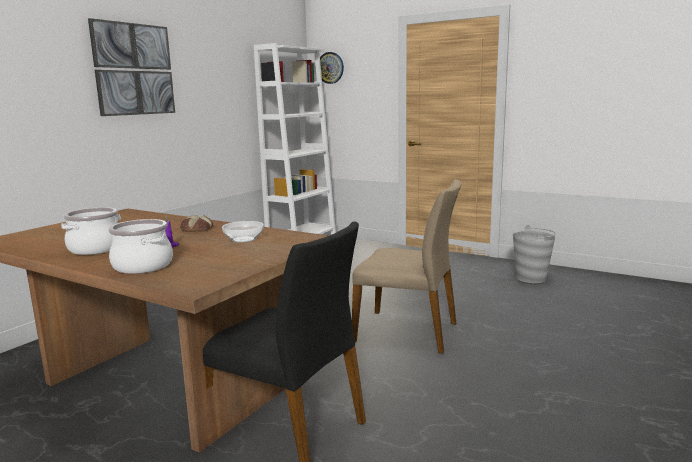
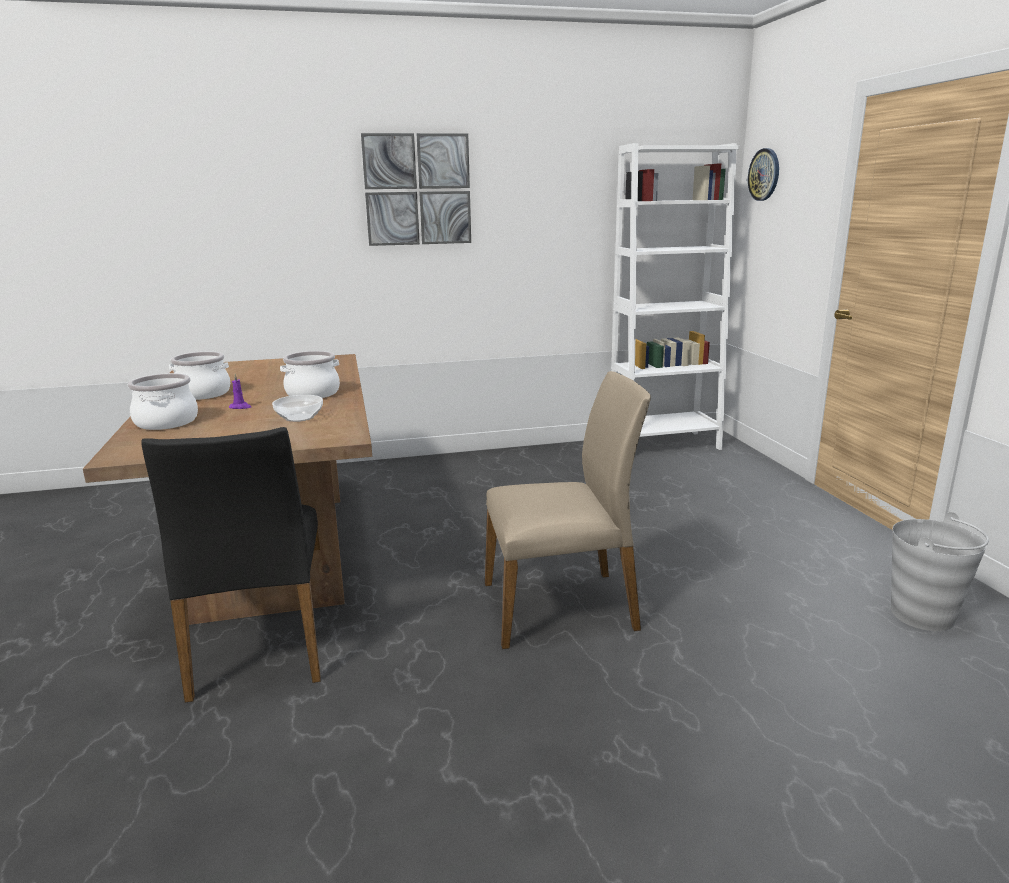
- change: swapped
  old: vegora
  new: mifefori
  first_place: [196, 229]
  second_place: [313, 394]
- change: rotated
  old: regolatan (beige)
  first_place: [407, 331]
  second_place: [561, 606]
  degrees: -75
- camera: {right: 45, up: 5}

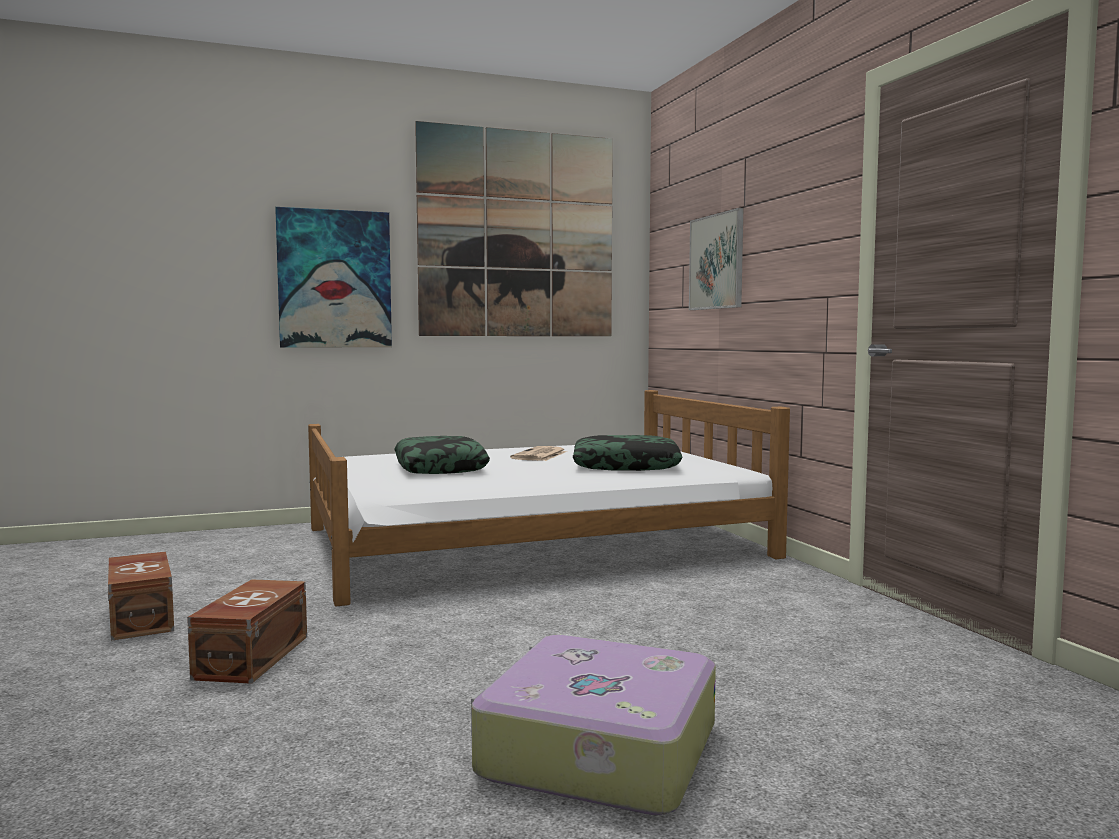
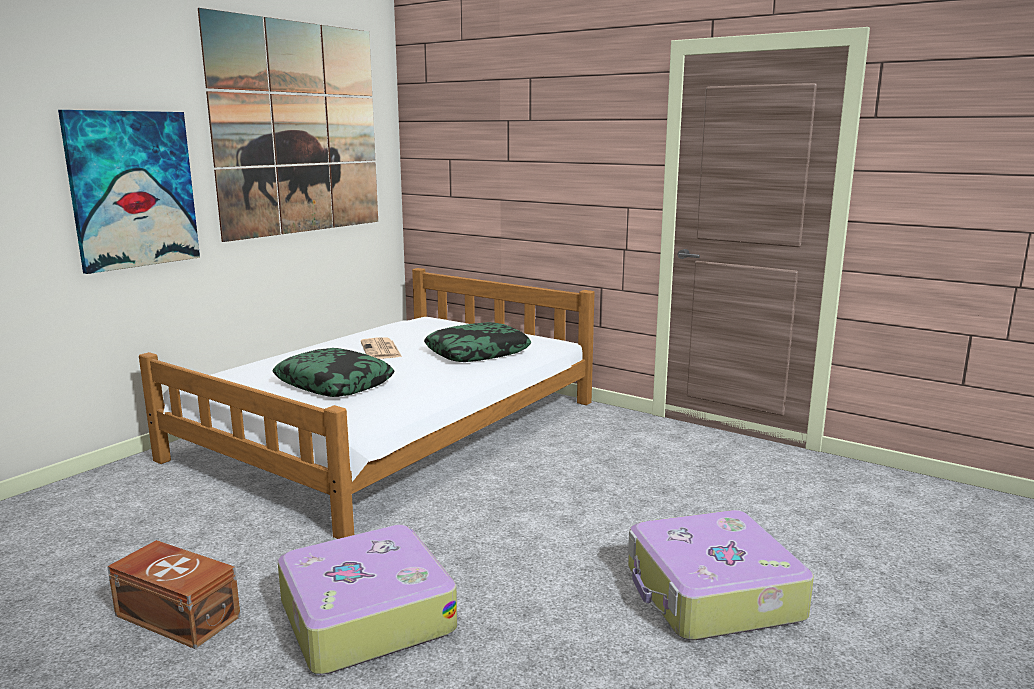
- change: swapped
  old: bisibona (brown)
  new: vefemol
  first_place: [249, 657]
  second_place: [365, 615]
- change: gone
  old: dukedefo
  first_place: [716, 262]
- camera: {right: -35, up: 10}

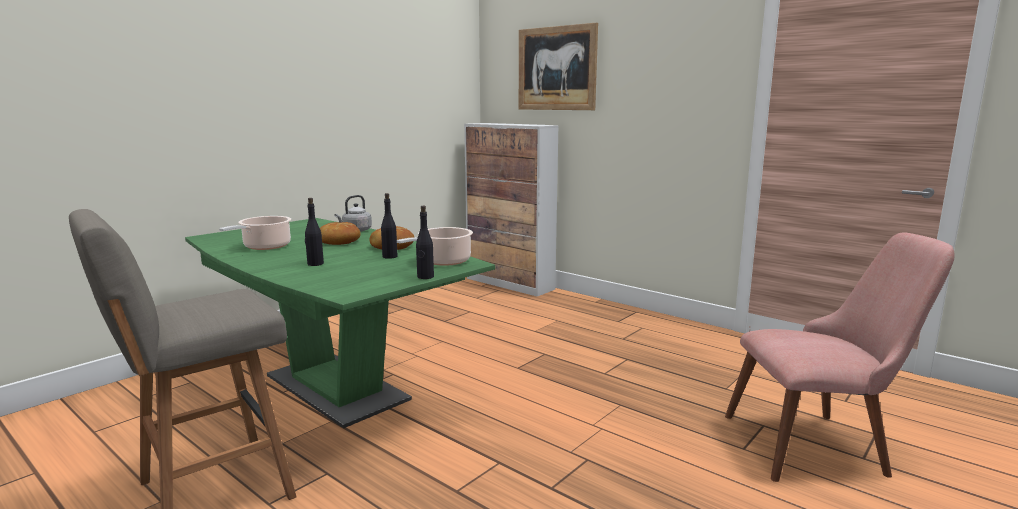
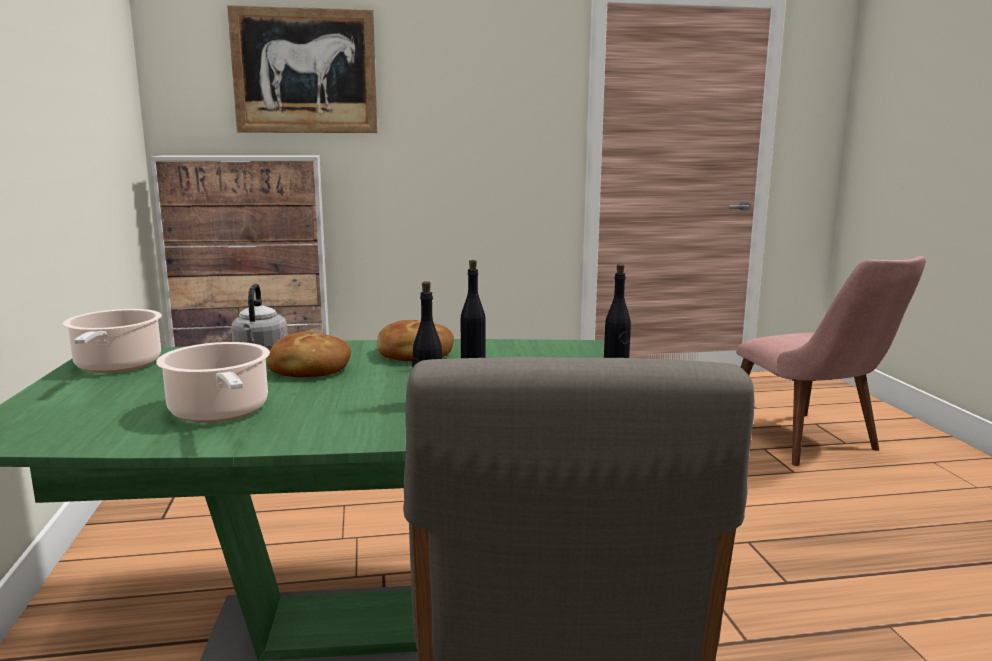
- change: shifted
  old: mifefori
  first_place: [443, 261]
  second_place: [117, 366]
- change: rotated
  old: regolatan (pink)
  first_place: [821, 444]
  second_place: [813, 444]
  degrees: 120
- camera: {right: -50, up: 0}

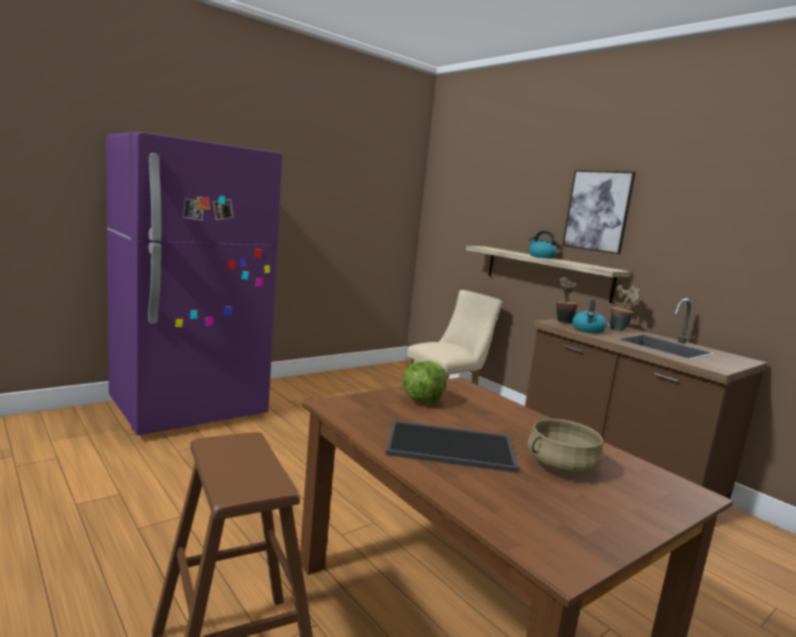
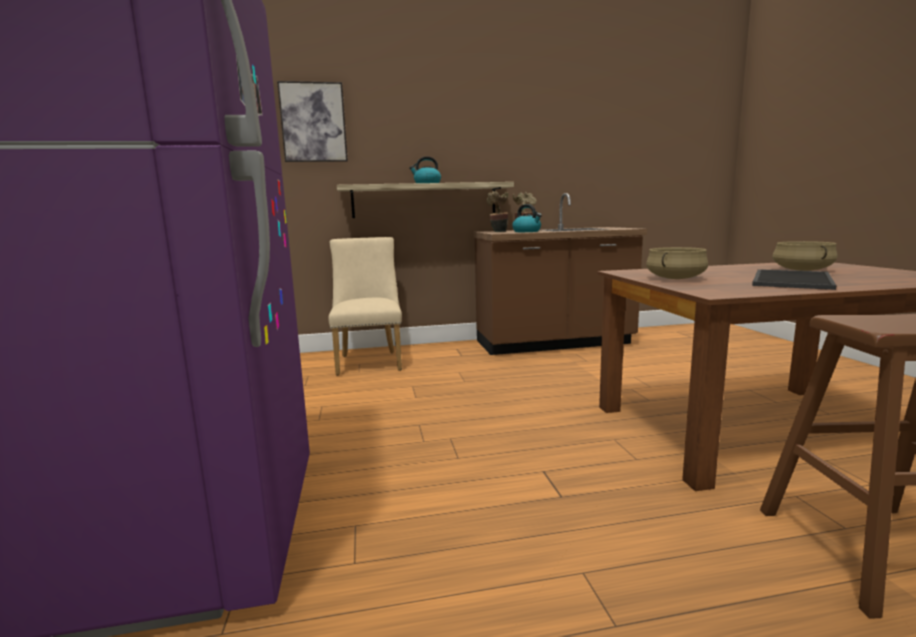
- change: shifted
  old: dukedefo
  first_place: [598, 211]
  second_place: [313, 122]
- change: swapped
  old: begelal
  new: mifefori (beige)
  first_place: [422, 400]
  second_place: [675, 278]
- camera: {right: -60, up: 0}

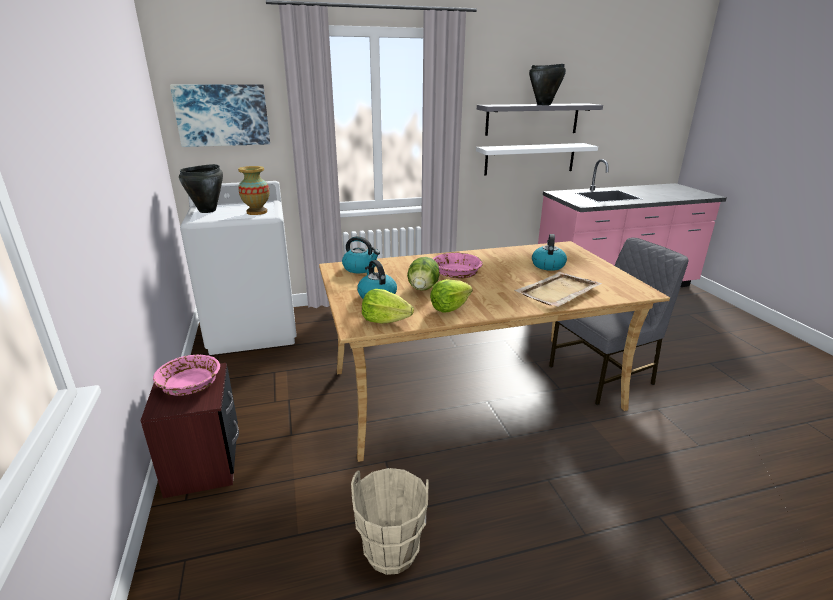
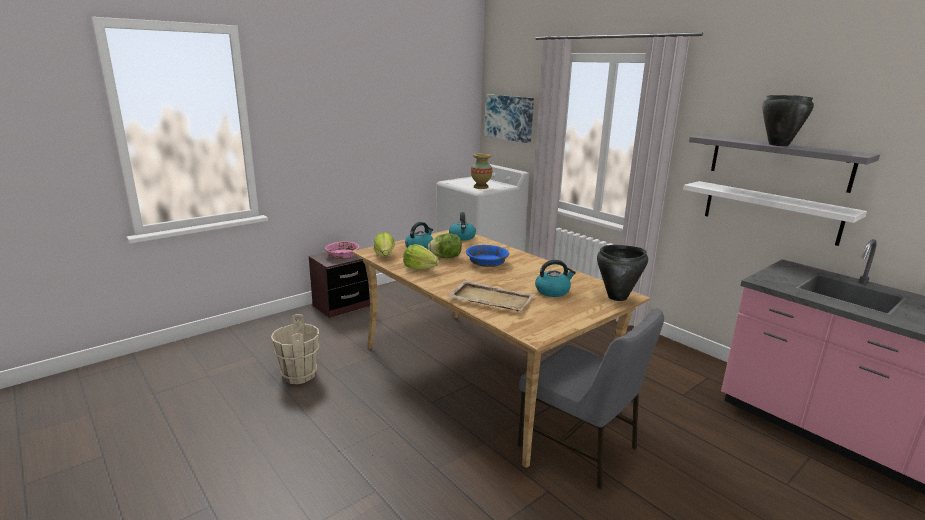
- change: repainted
  old: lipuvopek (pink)
  new: lipuvopek (blue)
  first_place: [456, 274]
  second_place: [487, 263]
- change: shifted
  old: mifefori (black)
  first_place: [208, 211]
  second_place: [617, 297]
- camera: {right: 65, up: -5}

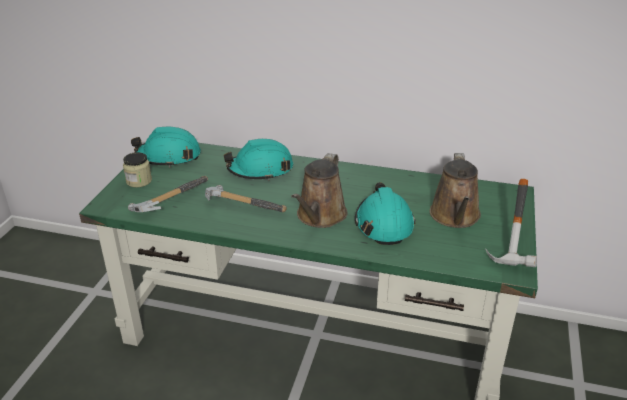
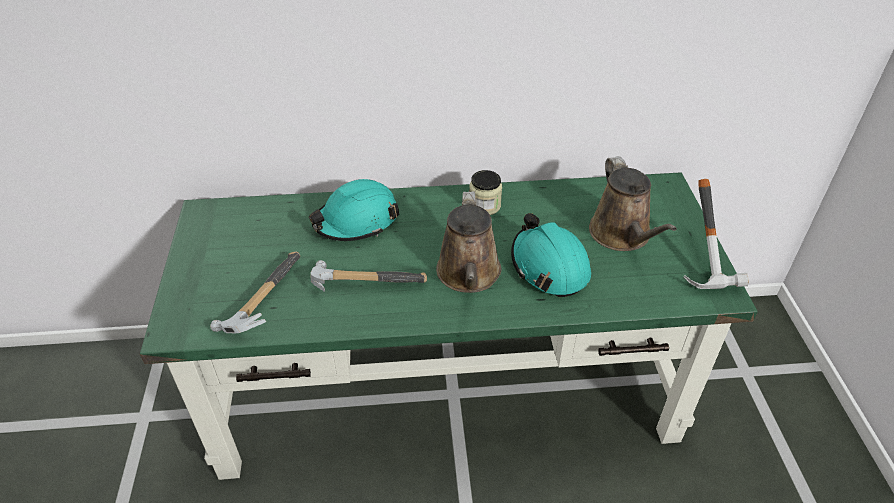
- change: shifted
  old: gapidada
  first_place: [139, 181]
  second_place: [484, 206]
- change: gone
  old: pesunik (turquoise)
  first_place: [169, 157]
- camera: {right: -20, up: 10}

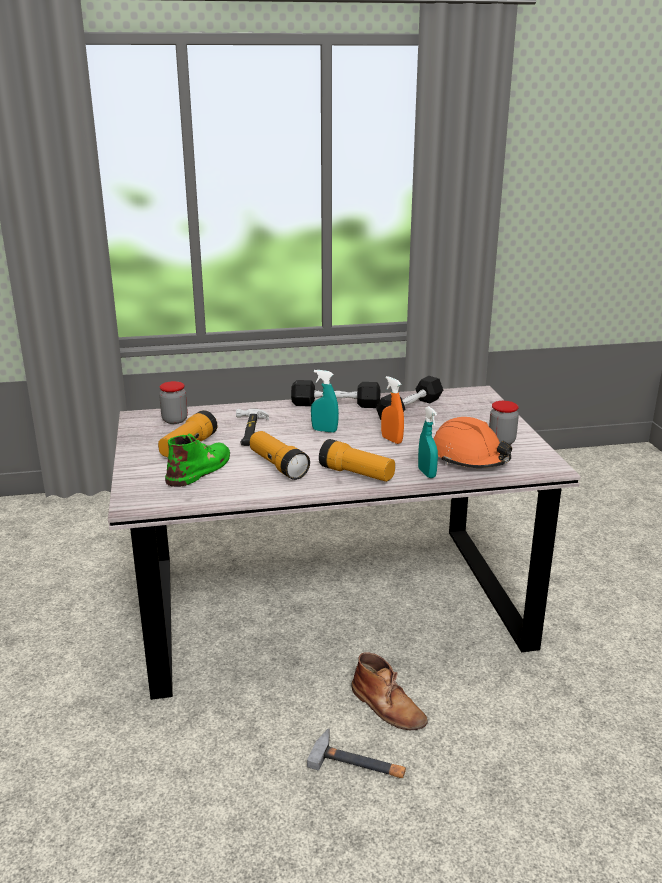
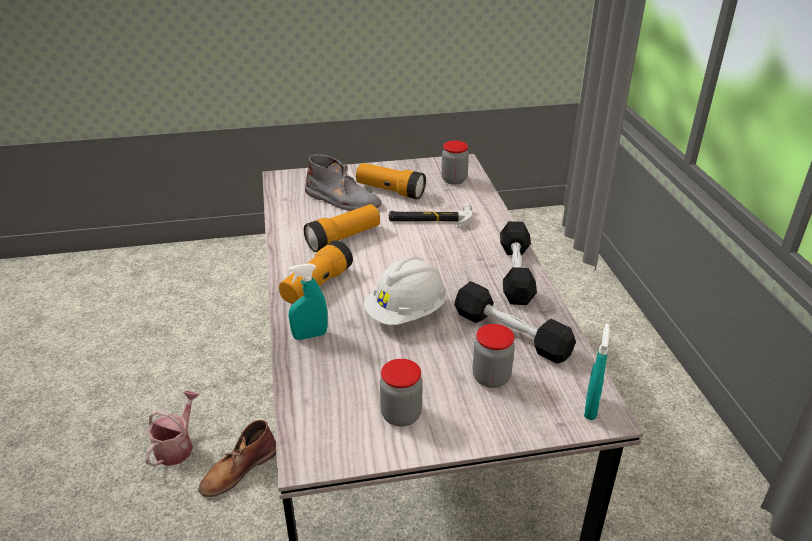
- change: swapped
  old: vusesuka
  new: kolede
  first_place: [359, 762]
  second_place: [177, 446]
- change: repainted
  old: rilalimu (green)
  new: rilalimu (grey)
  first_place: [200, 468]
  second_place: [343, 200]
- change: swapped
  old: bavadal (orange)
  new: pesunik (white)
  first_place: [391, 440]
  second_place: [406, 313]
- change: new
  new: gapidada
  second_place: [491, 377]
- change: shifted
  old: bavadal (turquoise)
  first_place: [324, 430]
  second_place: [591, 408]
- change: gone
  old: pesunik (orange)
  first_place: [469, 458]
- camera: {right: 90, up: 10}

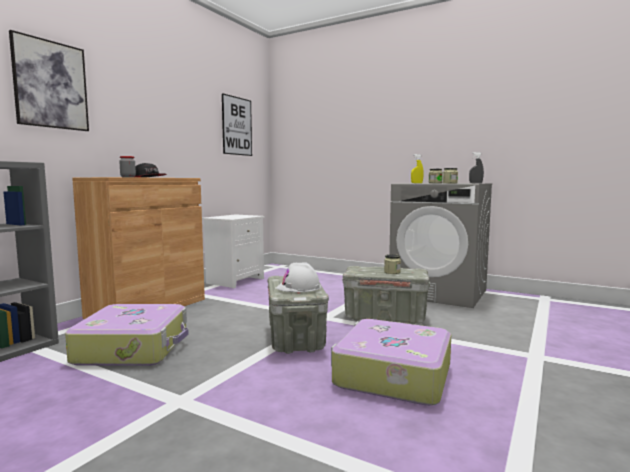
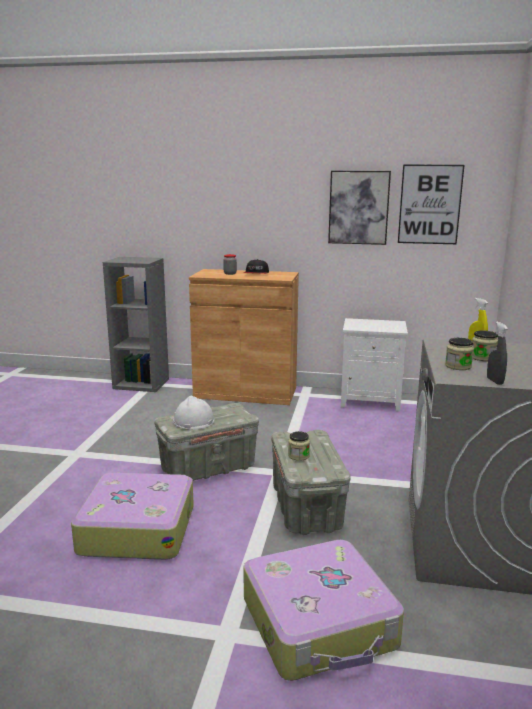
- change: shifted
  old: vefemol
  first_place: [134, 348]
  second_place: [320, 623]
- change: shifted
  old: dukedefo
  first_place: [50, 85]
  second_place: [358, 207]
- camera: {right: 70, up: 10}

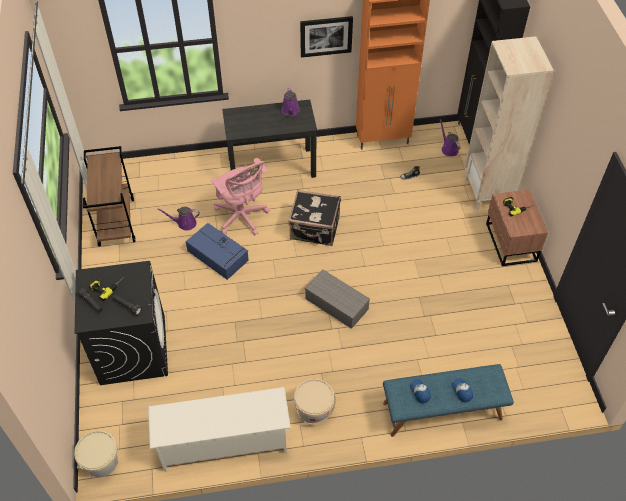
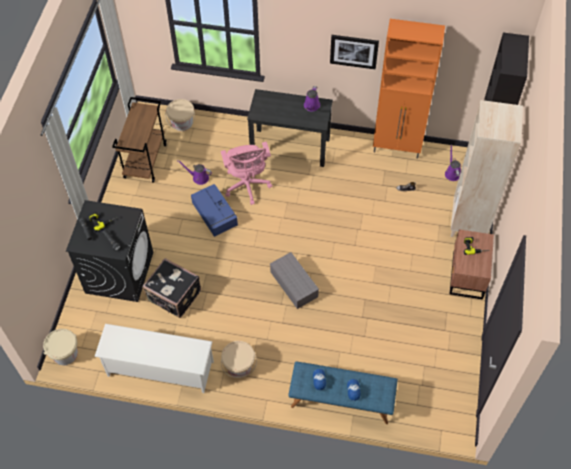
- change: shifted
  old: vefemol (black)
  first_place: [315, 229]
  second_place: [173, 296]
- change: new
  new: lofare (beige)
  second_place: [182, 123]
- camera: {right: 20, up: 5}

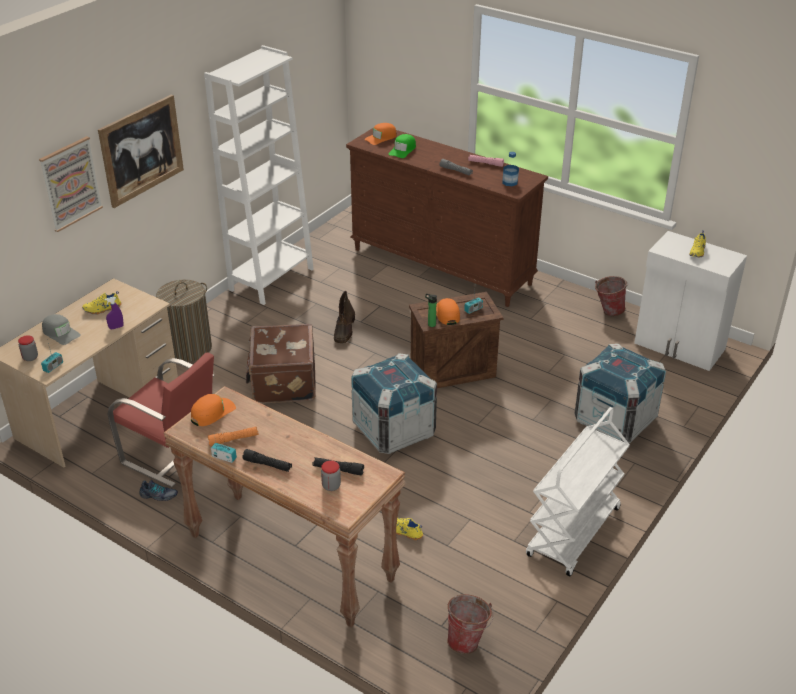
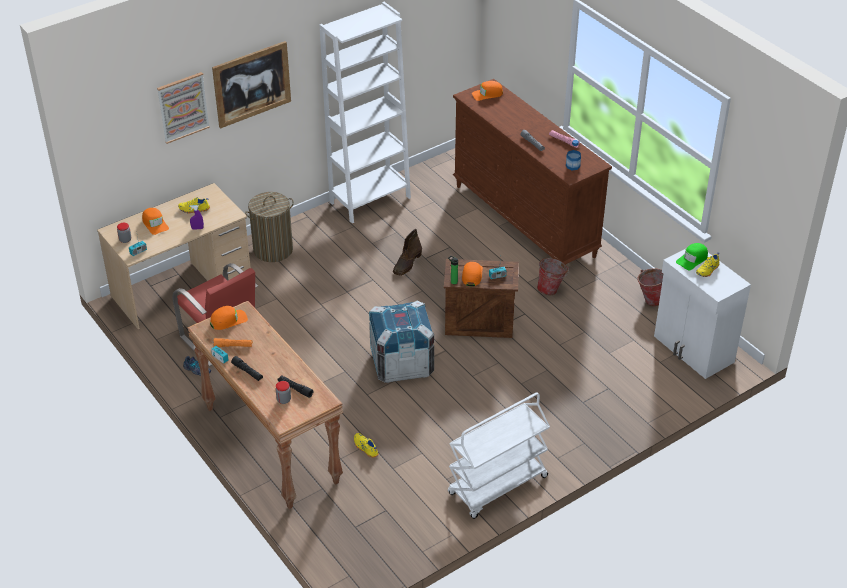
- change: repainted
  old: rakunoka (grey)
  new: rakunoka (orange)
  first_place: [60, 333]
  second_place: [155, 224]
- change: shifted
  old: lofare
  first_place: [468, 640]
  second_place: [551, 289]
- change: shifted
  old: rakunoka (green)
  first_place: [403, 150]
  second_place: [692, 259]
- change: gone
  old: vefemol (brown)
  first_place: [282, 382]
- change: gone
  old: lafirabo
  first_place: [615, 419]
- camera: {right: 20, up: 5}

